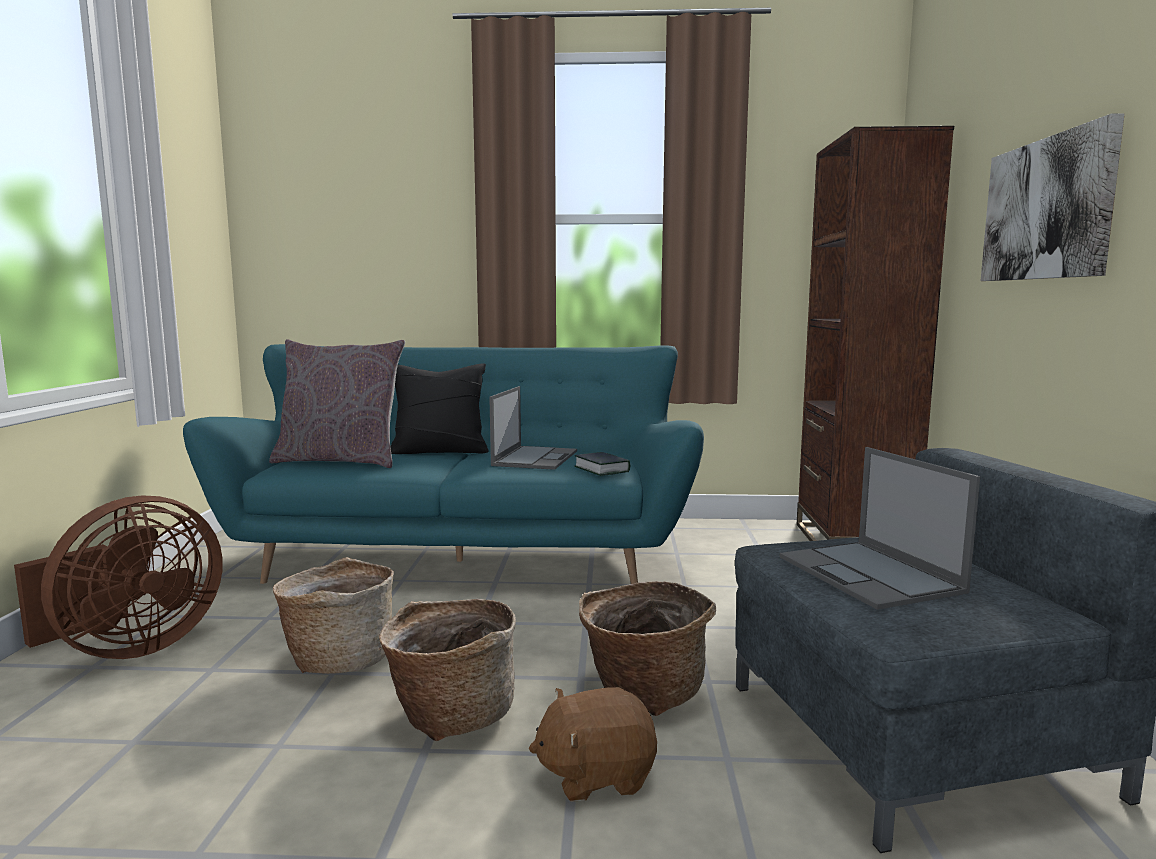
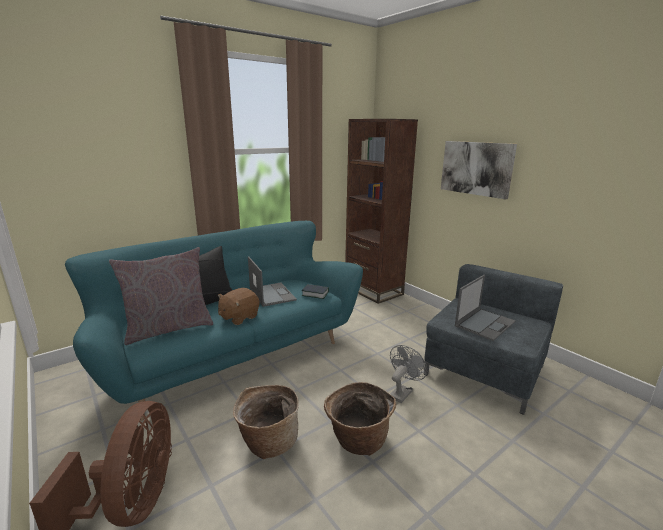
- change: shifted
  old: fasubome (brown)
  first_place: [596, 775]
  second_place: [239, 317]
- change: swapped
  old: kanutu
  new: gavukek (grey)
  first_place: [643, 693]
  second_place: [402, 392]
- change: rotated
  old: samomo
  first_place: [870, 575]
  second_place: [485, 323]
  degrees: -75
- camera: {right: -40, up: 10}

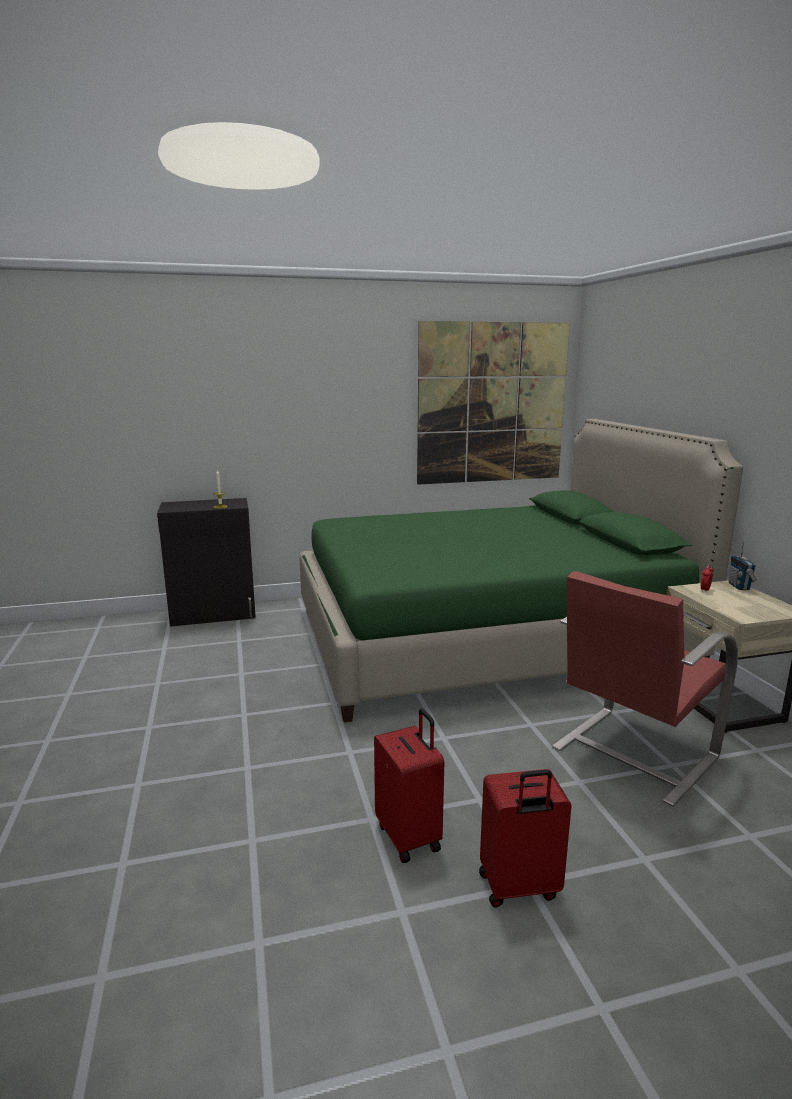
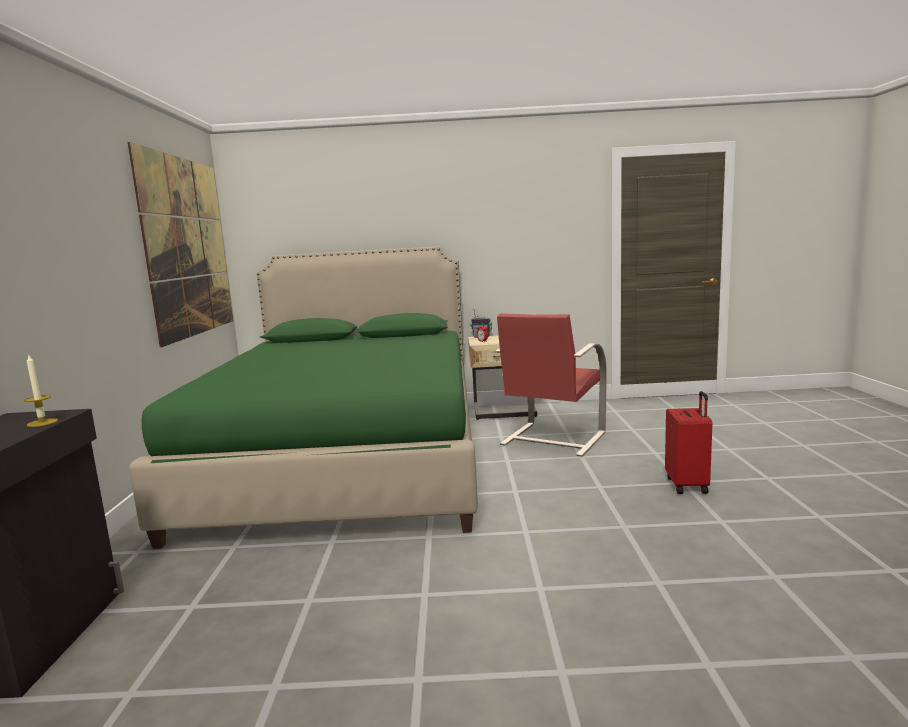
- change: rotated
  old: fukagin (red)
  first_place: [633, 753]
  second_place: [552, 439]
  degrees: 60
- change: gone
  old: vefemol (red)
  first_place: [410, 836]
- camera: {right: -75, up: -5}

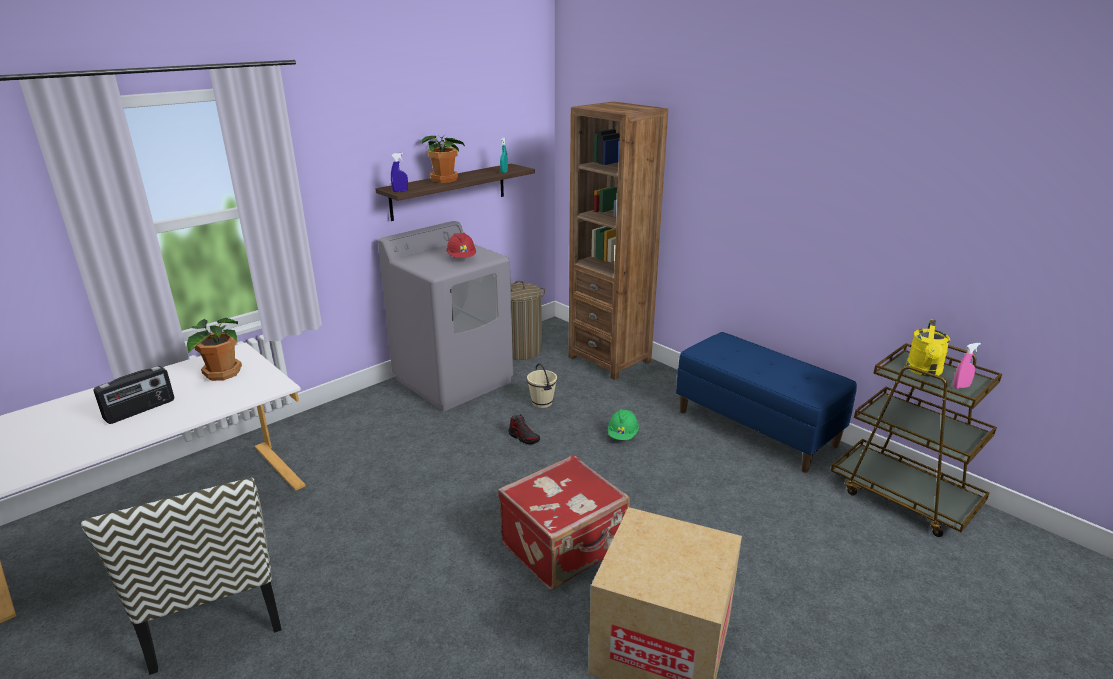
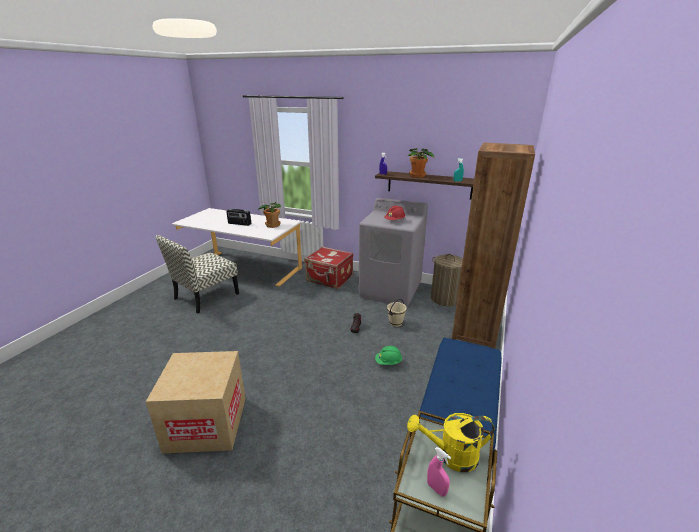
- change: shifted
  old: vefemol (red)
  first_place: [565, 547]
  second_place: [329, 279]
- camera: {right: 65, up: 0}

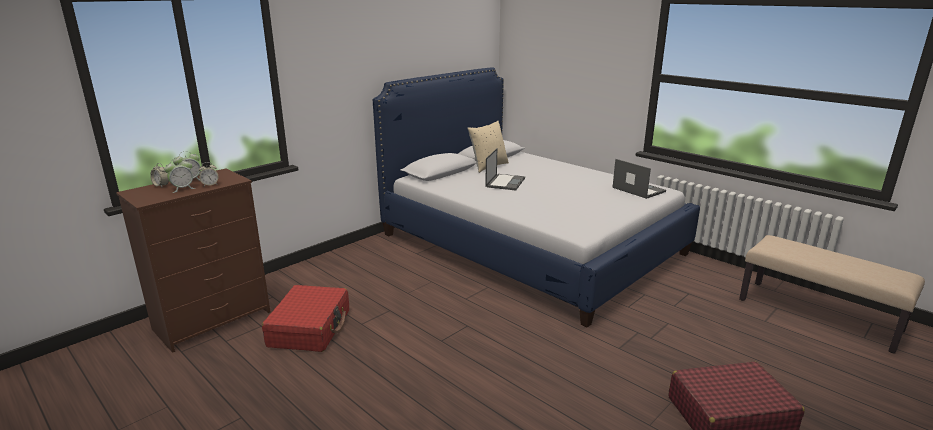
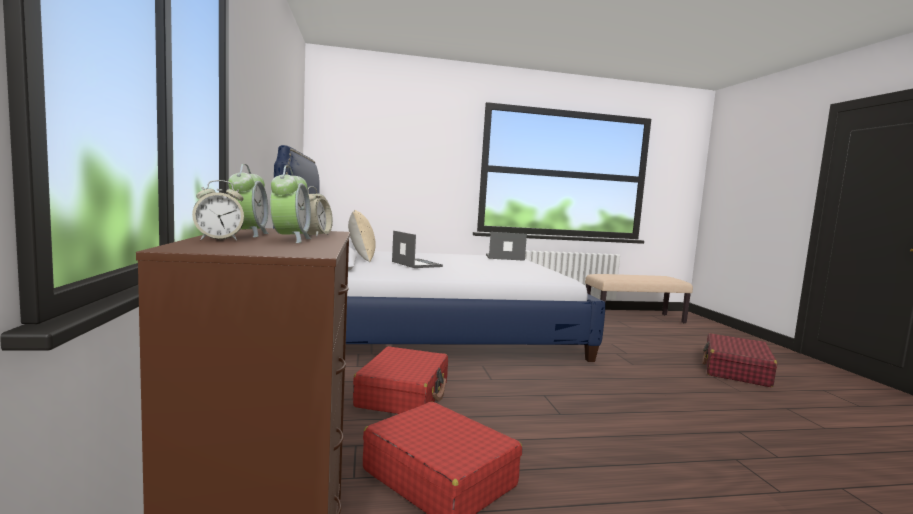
- change: new
  new: vefemol (red)
  second_place: [403, 394]
- camera: {right: -55, up: -15}

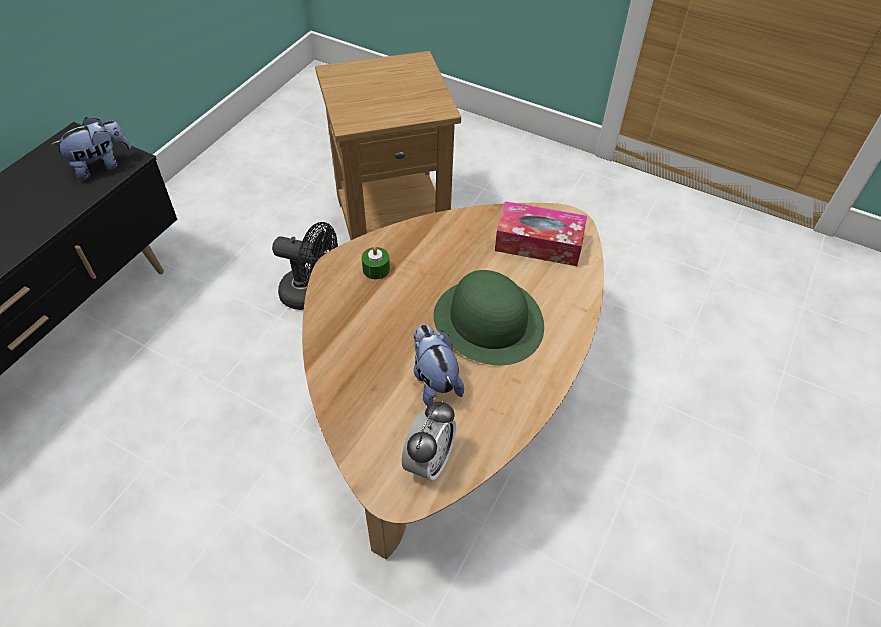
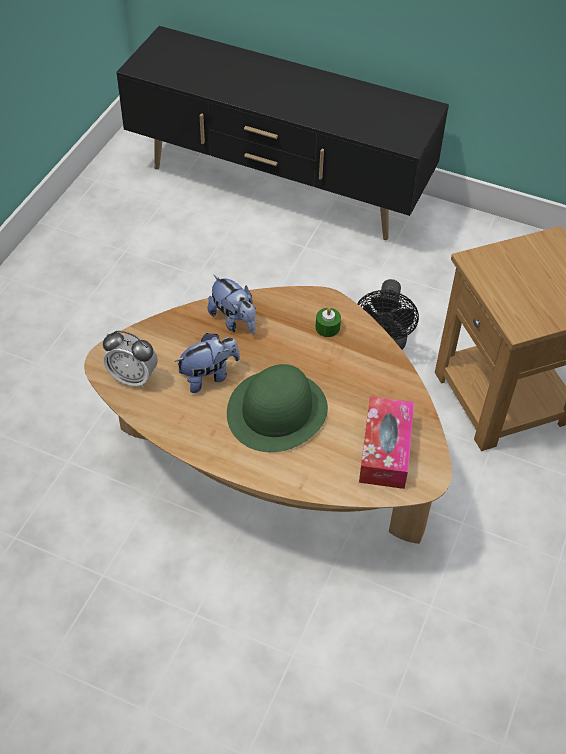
- change: shifted
  old: fasubome
  first_place: [101, 166]
  second_place: [234, 321]
- camera: {right: 85, up: 0}

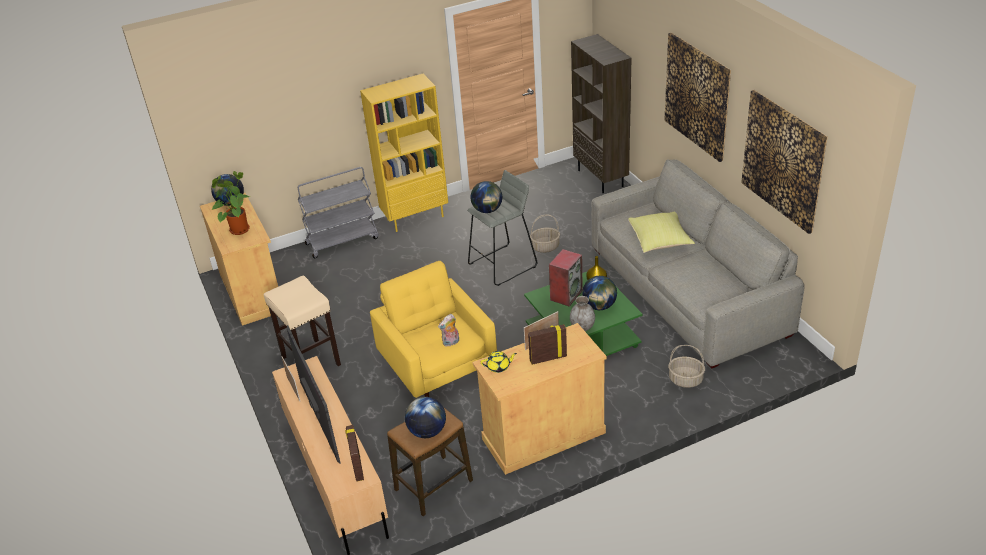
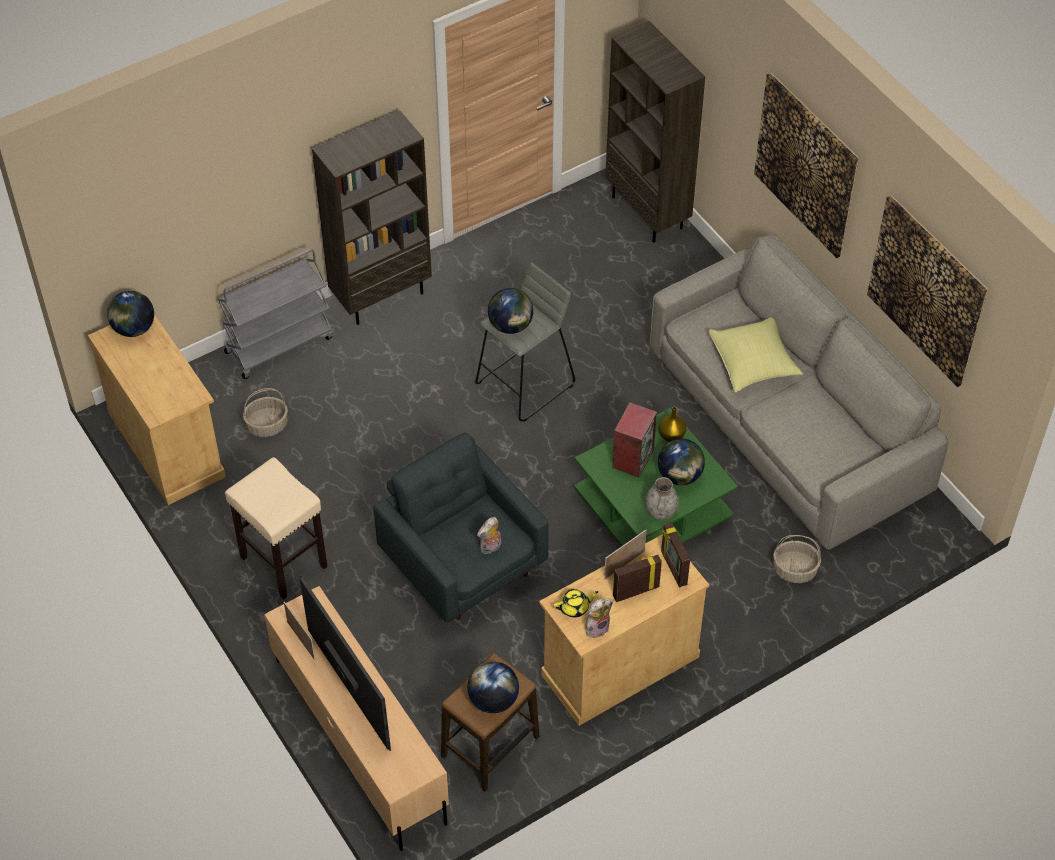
- change: shifted
  old: kanutu
  first_place: [545, 247]
  second_place: [267, 425]
- change: repainted
  old: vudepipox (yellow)
  new: vudepipox (brown)
  first_place: [415, 217]
  second_place: [381, 296]
- change: repainted
  old: fukagin (yellow)
  new: fukagin (grey)
  first_place: [438, 366]
  second_place: [463, 562]
- change: new
  new: fasubome
  second_place: [597, 627]
- change: shifted
  old: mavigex
  first_place: [357, 467]
  second_place: [673, 568]
- change: gone
  old: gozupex
  first_place: [238, 229]
- camera: {right: -10, up: 15}

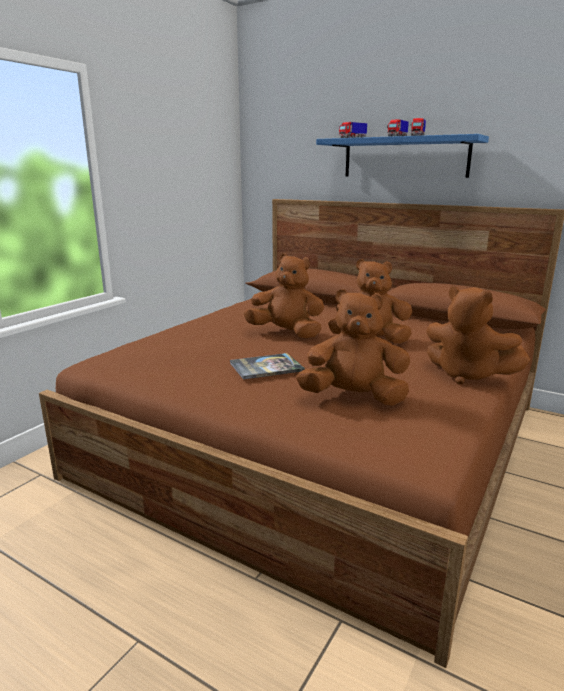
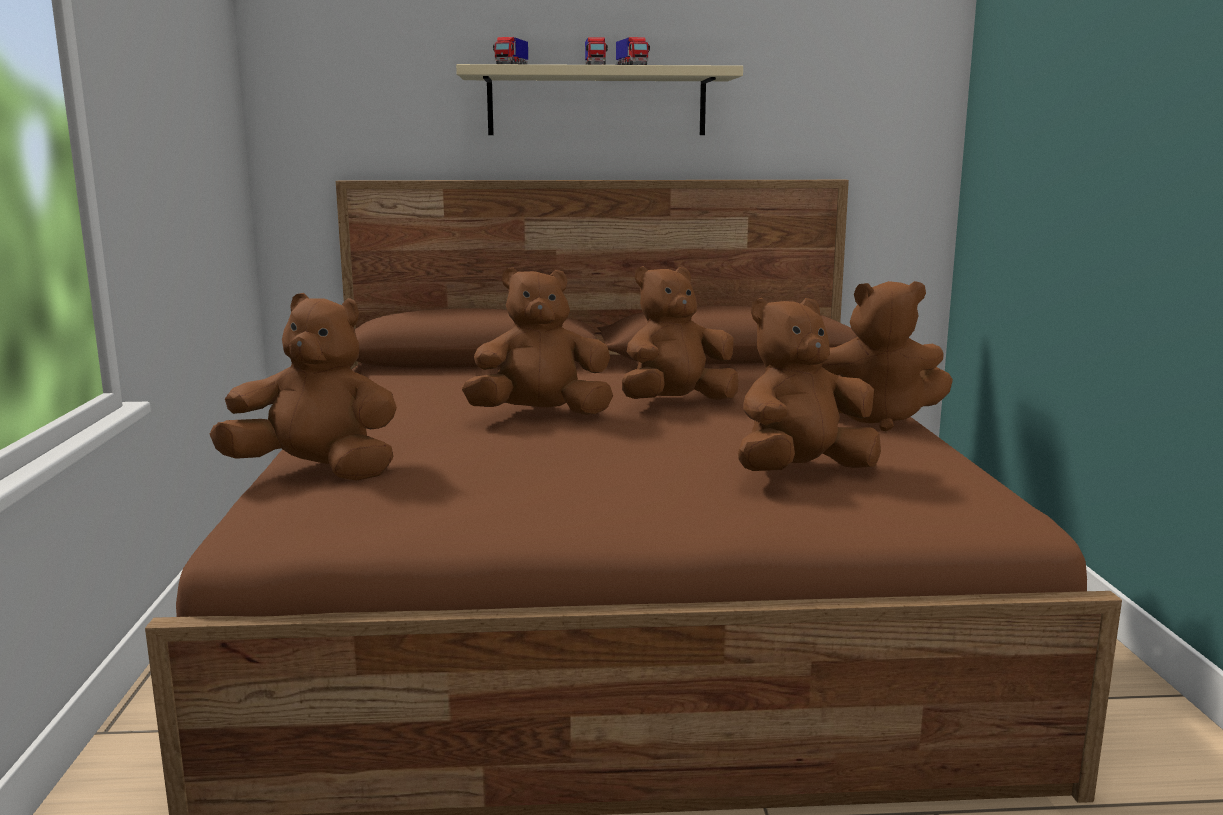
- change: new
  new: fasubome (brown)
  second_place: [317, 472]
- change: repainted
  old: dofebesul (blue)
  new: dofebesul (beige)
  first_place: [405, 158]
  second_place: [597, 103]
- change: gone
  old: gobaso
  first_place: [266, 367]
- camera: {right: -35, up: -5}

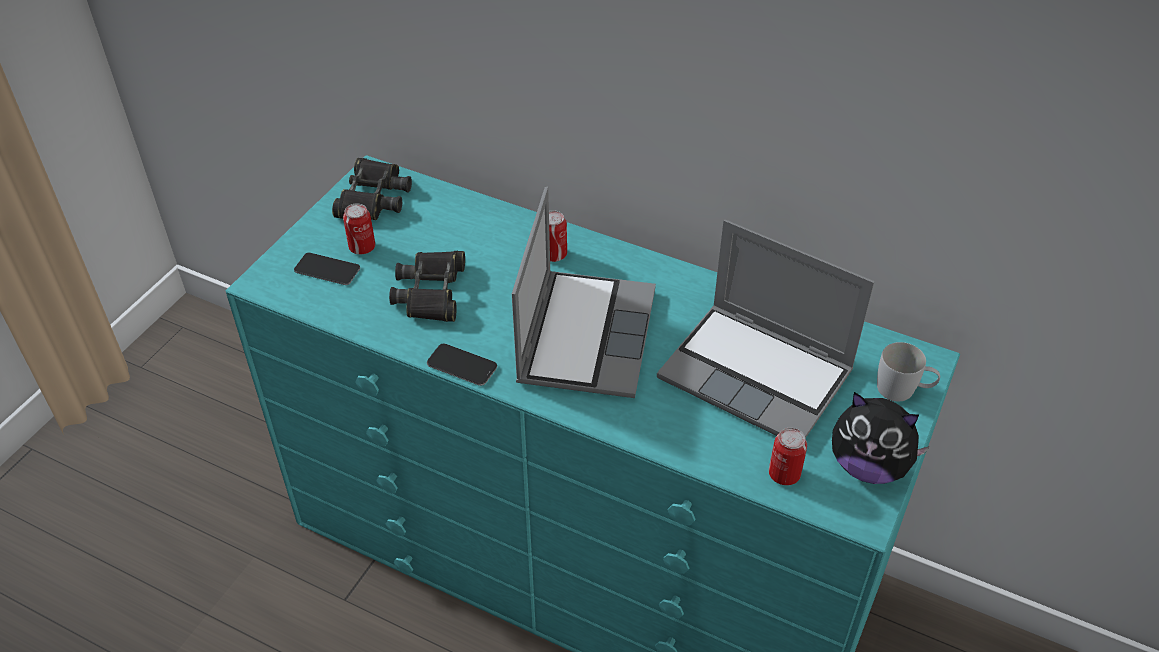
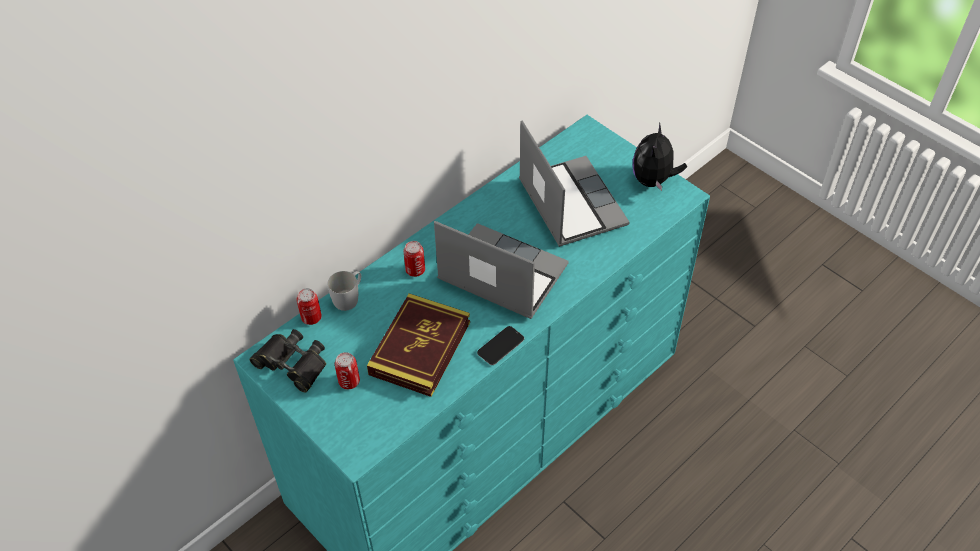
- change: shifted
  old: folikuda
  first_place: [784, 474]
  second_place: [311, 317]
- change: shifted
  old: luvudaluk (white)
  first_place: [903, 390]
  second_place: [349, 297]
- change: swapped
  old: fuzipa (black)
  new: gobaso
  first_place: [431, 292]
  second_place: [420, 348]
- change: rotated
  old: samomo
  first_place: [758, 375]
  second_place: [569, 202]
  degrees: -75
- change: rotated
  old: fasubome
  first_place: [868, 466]
  second_place: [653, 180]
  degrees: 150
- change: gone
  old: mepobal
  first_place: [327, 269]
- camera: {right: -70, up: 5}

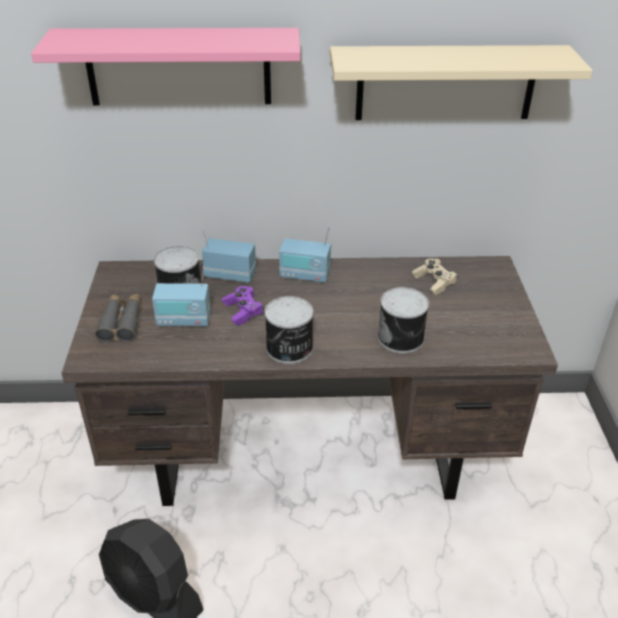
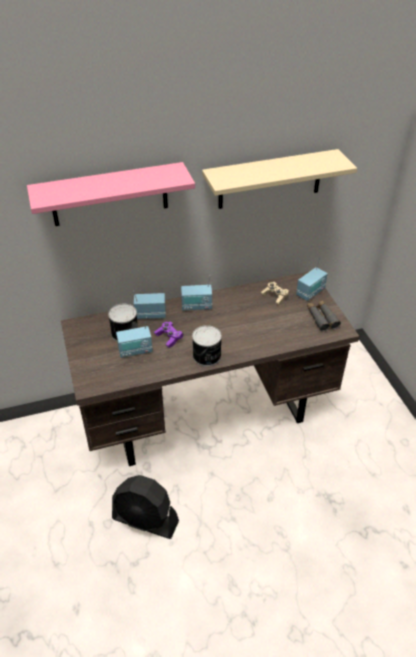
- change: new
  new: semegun
  second_place: [310, 293]
- change: shifted
  old: fuzipa (grey)
  first_place: [121, 322]
  second_place: [321, 318]
- change: gone
  old: folikuda
  first_place: [402, 338]
- camera: {right: -15, up: 5}

